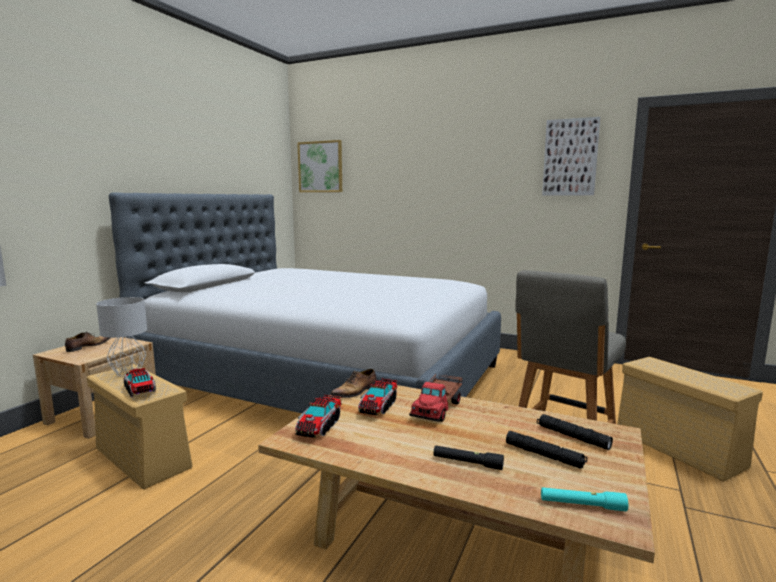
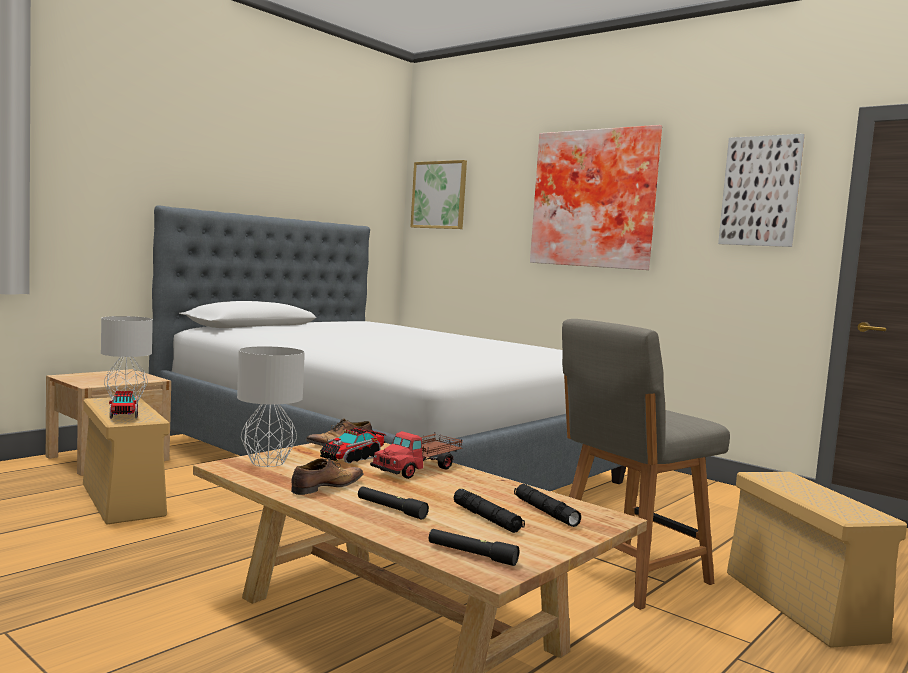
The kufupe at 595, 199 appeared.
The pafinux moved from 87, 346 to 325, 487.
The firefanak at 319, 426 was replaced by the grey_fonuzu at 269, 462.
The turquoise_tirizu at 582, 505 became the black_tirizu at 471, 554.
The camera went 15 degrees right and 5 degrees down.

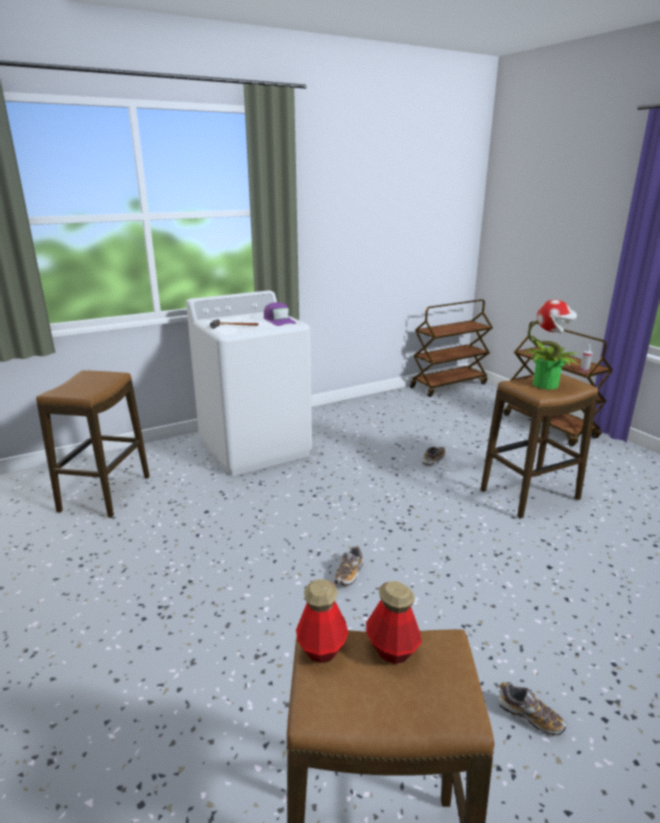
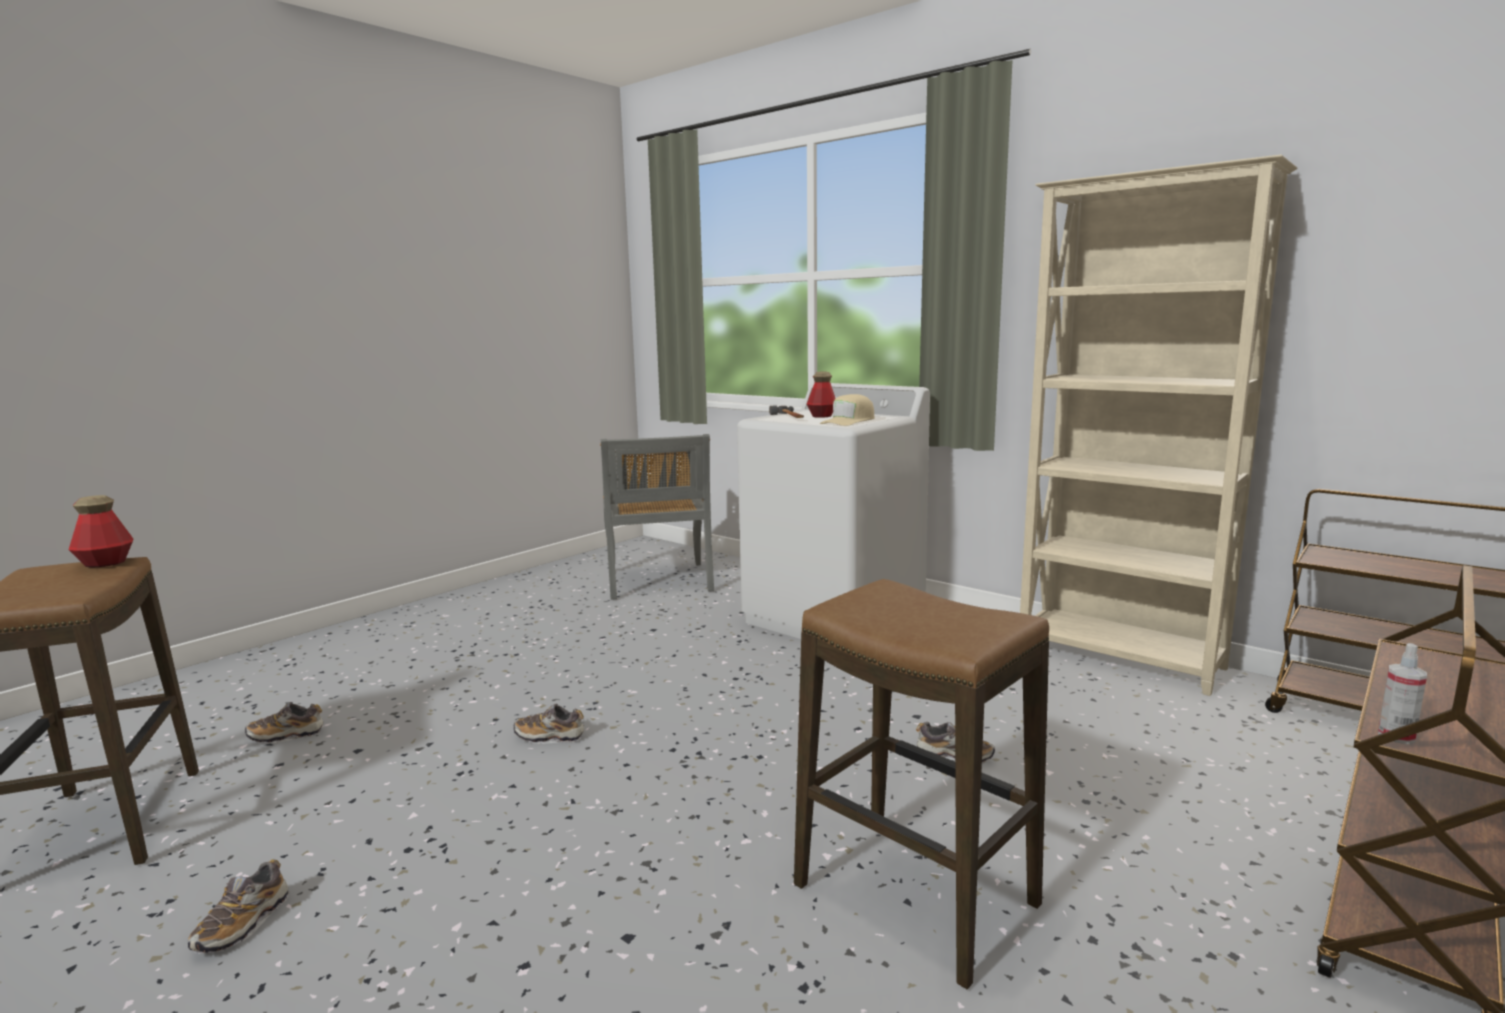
The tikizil at 546, 385 disappeared.
The pafinux at 286, 735 appeared.
The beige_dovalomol at 1120, 659 appeared.
The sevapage moved from 392, 649 to 822, 416.
The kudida at 105, 494 was replaced by the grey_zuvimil at 659, 582.
The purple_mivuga at 279, 320 became the beige_mivuga at 849, 421.
The camera went 70 degrees right and 10 degrees down.

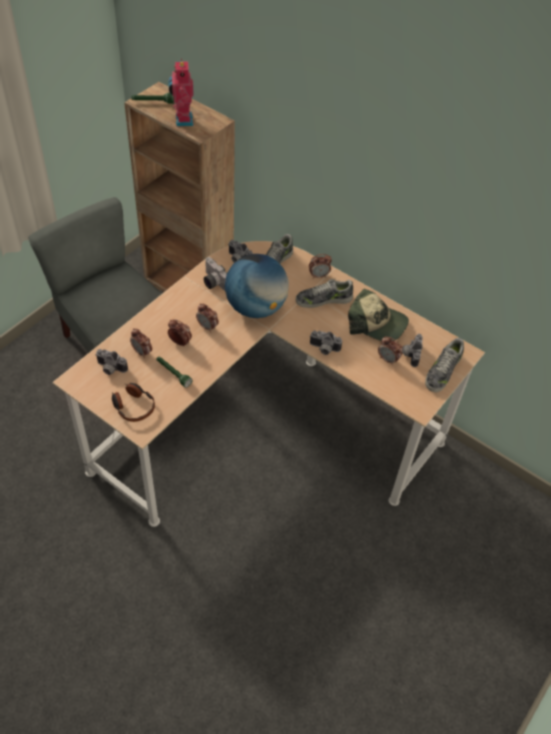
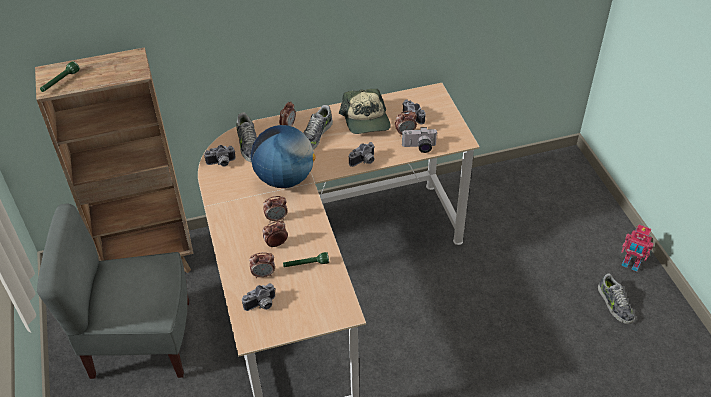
The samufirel at 133, 406 disappeared.
The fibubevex moved from 182, 120 to 630, 264.
The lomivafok moved from 212, 282 to 419, 147.
The pafinux moved from 442, 371 to 614, 304.
The mivuga at 376, 323 turned 105 degrees clockwise.
The camera went 50 degrees left and 5 degrees down.

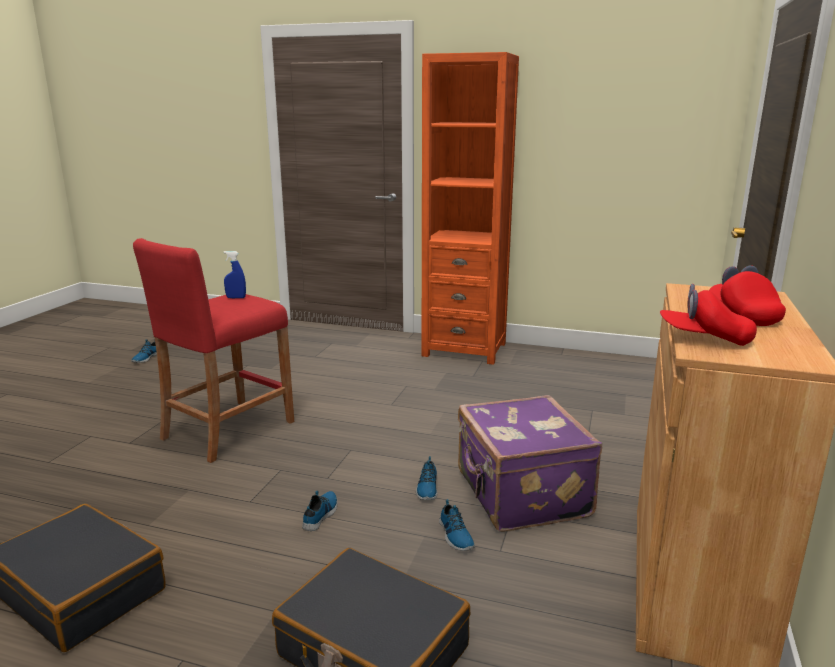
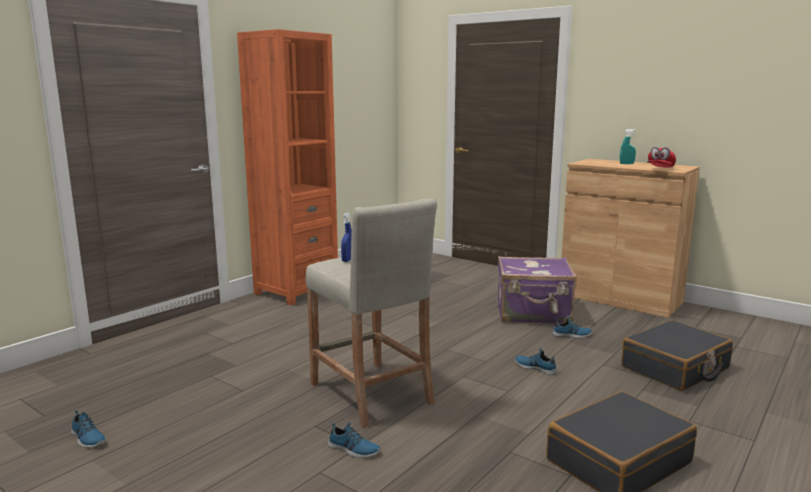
The pafinux moved from 427, 488 to 353, 450.
The red_mivuga at 743, 315 was replaced by the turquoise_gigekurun at 626, 164.
The red_kudida at 228, 429 became the beige_kudida at 370, 393.
The camera went 70 degrees left and 5 degrees down.

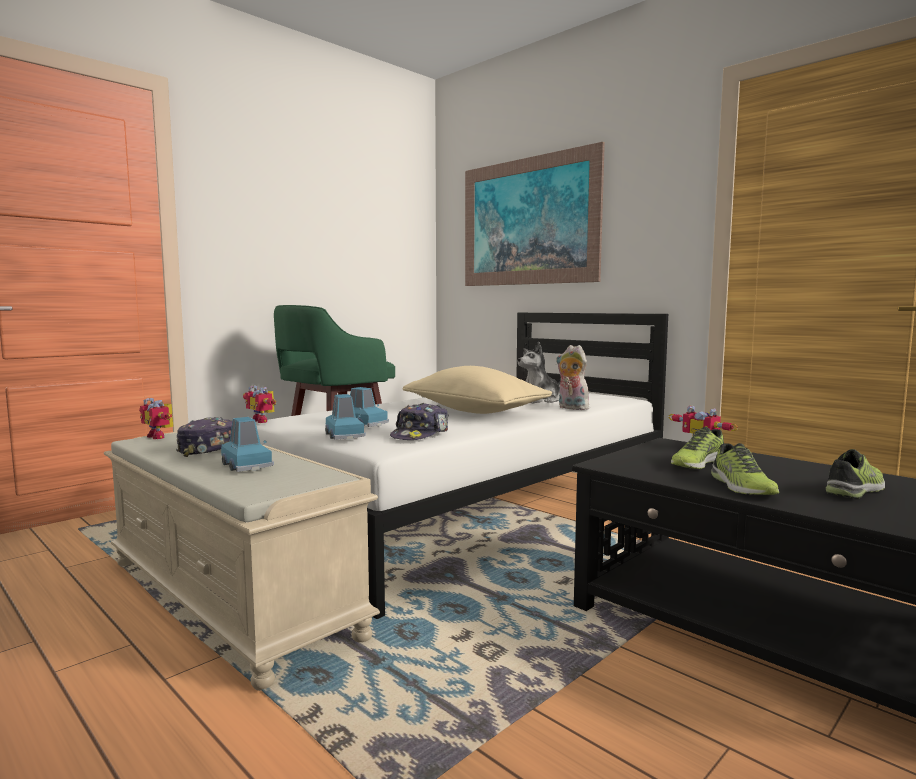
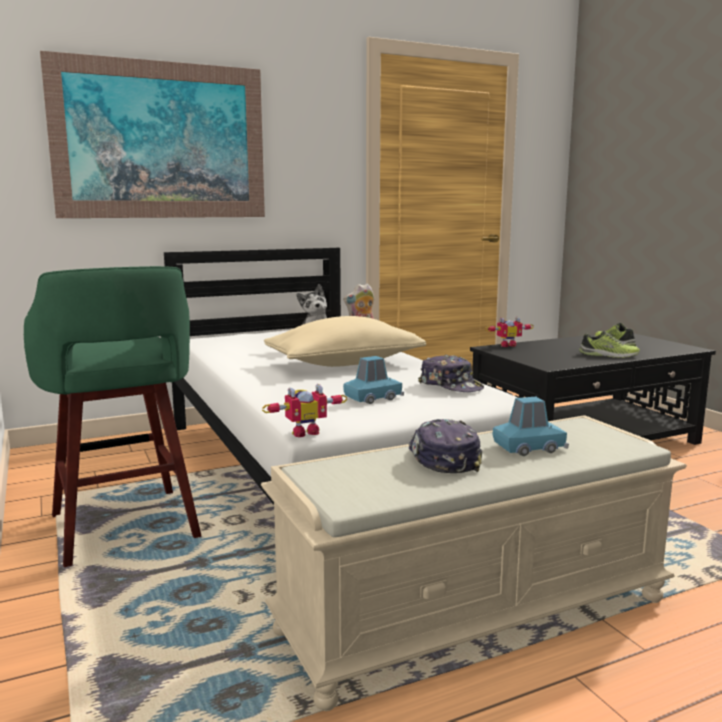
The fibubevex at 160, 436 disappeared.
The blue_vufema at 344, 435 disappeared.
The pafinux at 696, 463 disappeared.
The camera went 70 degrees left and 5 degrees up.

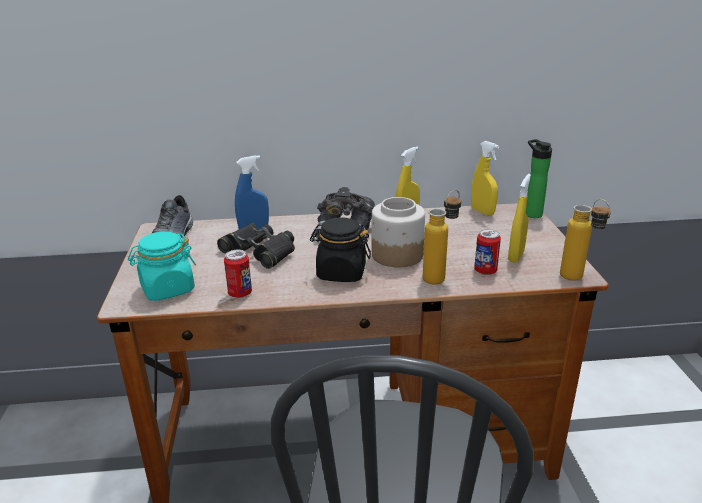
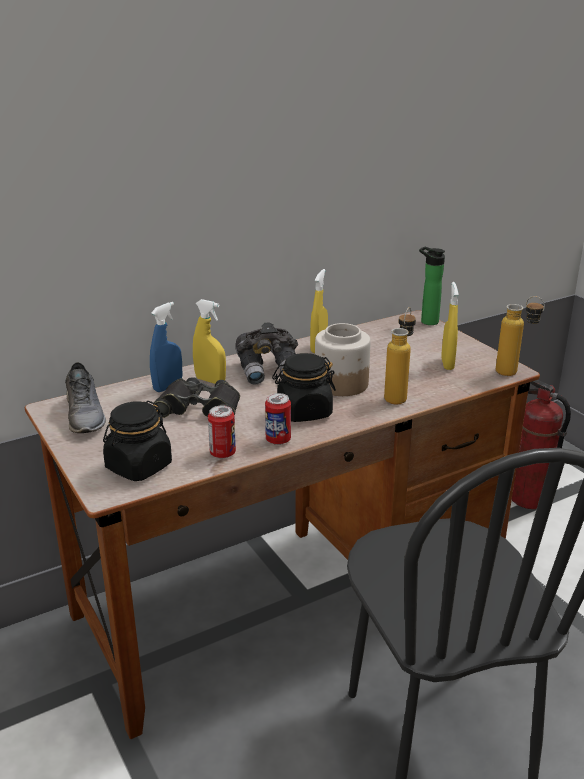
The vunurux at 528, 499 appeared.
The yellow_gigekurun moved from 482, 212 to 210, 380.
The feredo moved from 485, 271 to 278, 440.
The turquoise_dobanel at 167, 289 became the black_dobanel at 138, 467.
The camera went 25 degrees left and 0 degrees up.

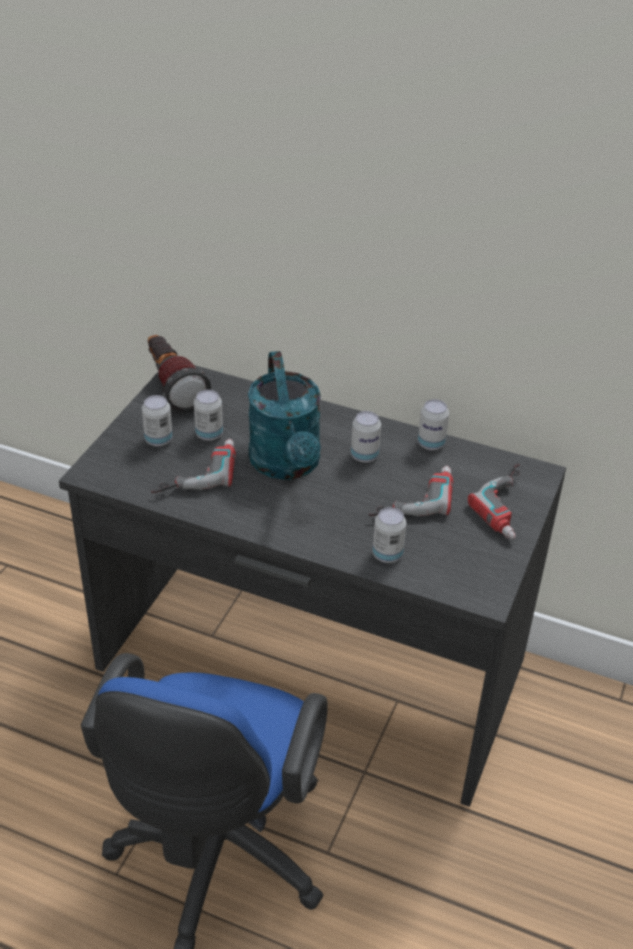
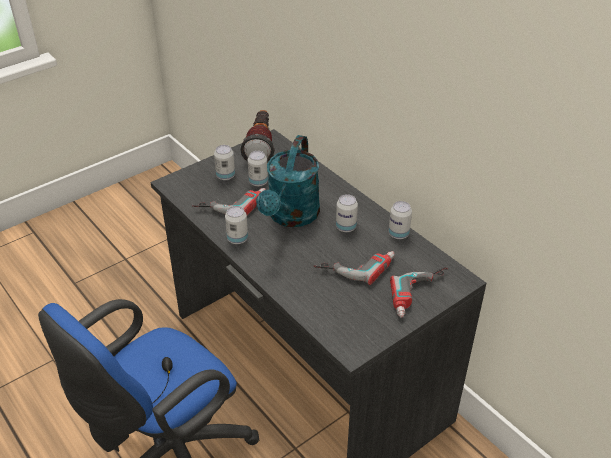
The feredo moved from 387, 555 to 237, 239.
The camera went 30 degrees right and 0 degrees up.

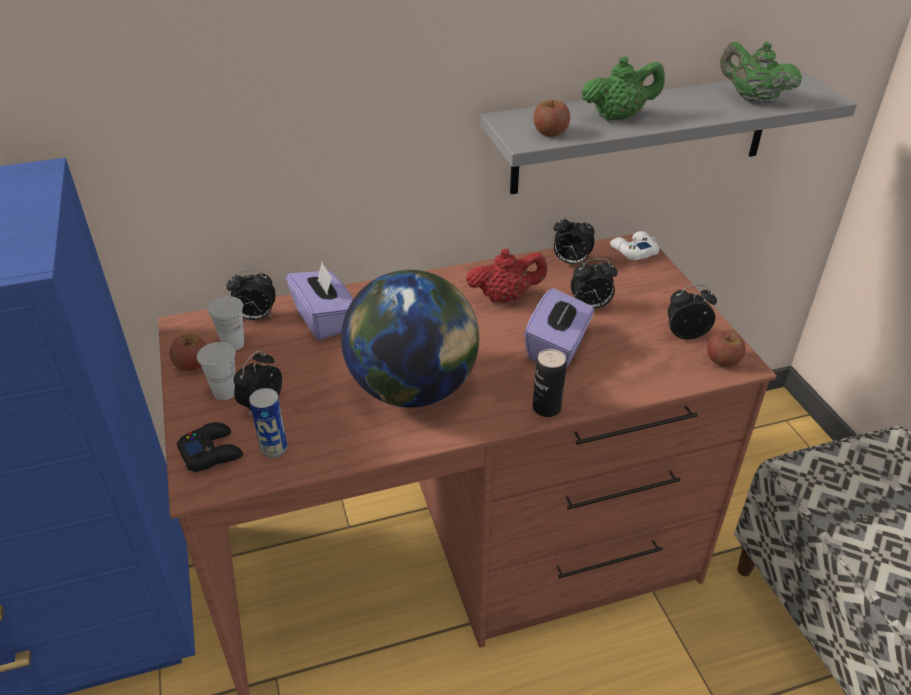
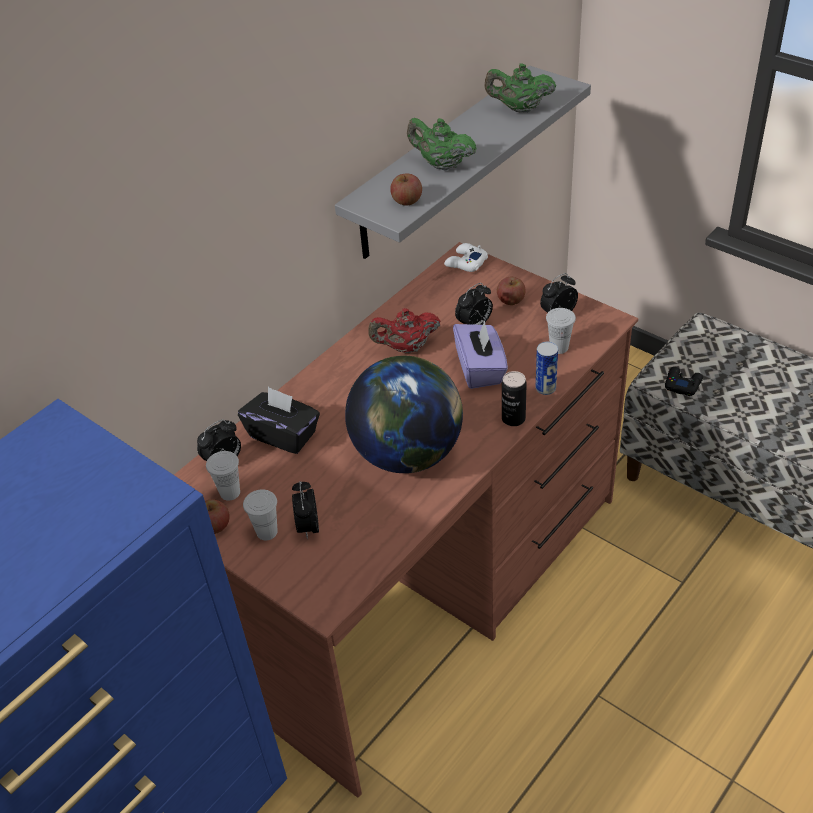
The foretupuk at 570, 262 disappeared.
The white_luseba at 559, 347 appeared.
The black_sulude moved from 211, 452 to 682, 384.
The feredo moved from 274, 448 to 545, 388.
The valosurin moved from 722, 360 to 511, 300.
The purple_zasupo at 325, 319 became the black_zasupo at 283, 435.
The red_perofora at 505, 297 turned 150 degrees counterclockwise.
The green_perofora at 618, 117 turned 105 degrees counterclockwise.
The camera went 30 degrees left and 5 degrees up.

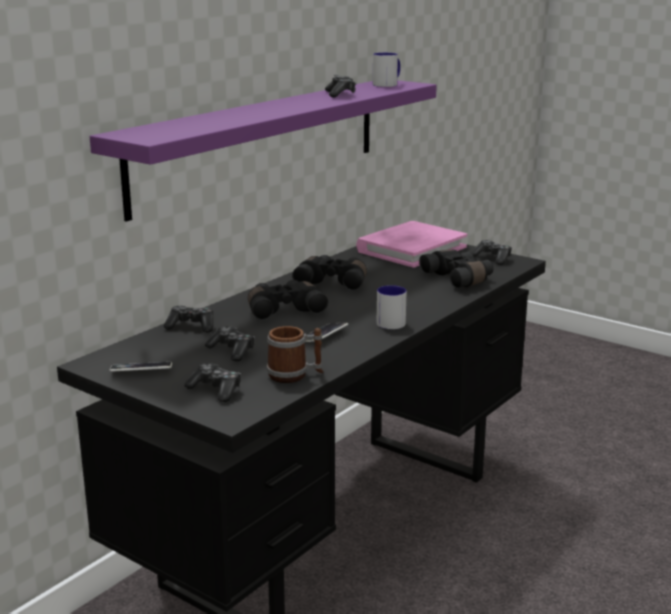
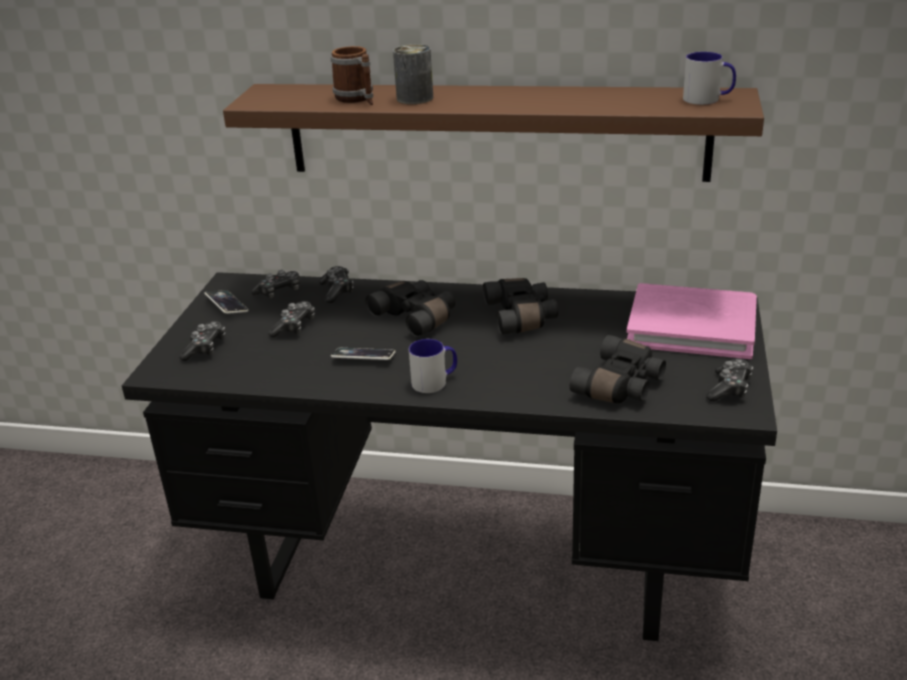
The feredo at 415, 98 appeared.
The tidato moved from 295, 375 to 357, 99.
The sulude moved from 340, 94 to 279, 292.
The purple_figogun at 261, 142 became the brown_figogun at 495, 131.
The camera went 65 degrees right and 10 degrees up.

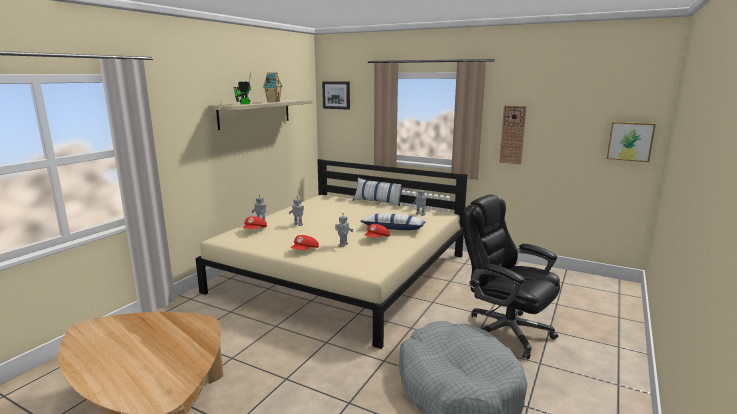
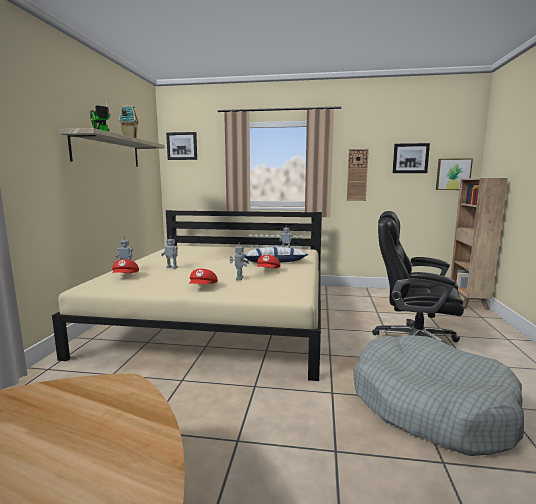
The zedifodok at 377, 201 disappeared.
The kufupe at 410, 158 appeared.
The brown_dovalomol at 467, 303 appeared.
The camera went 20 degrees left and 5 degrees down.

